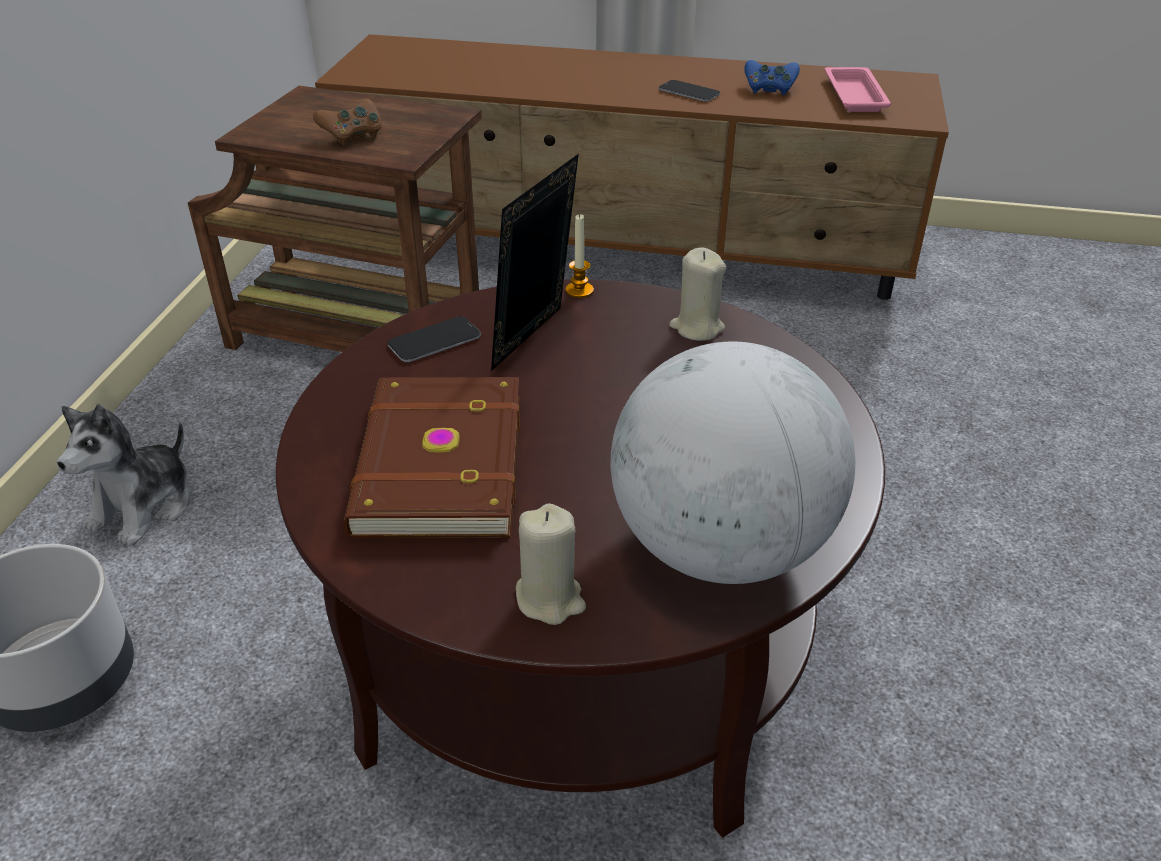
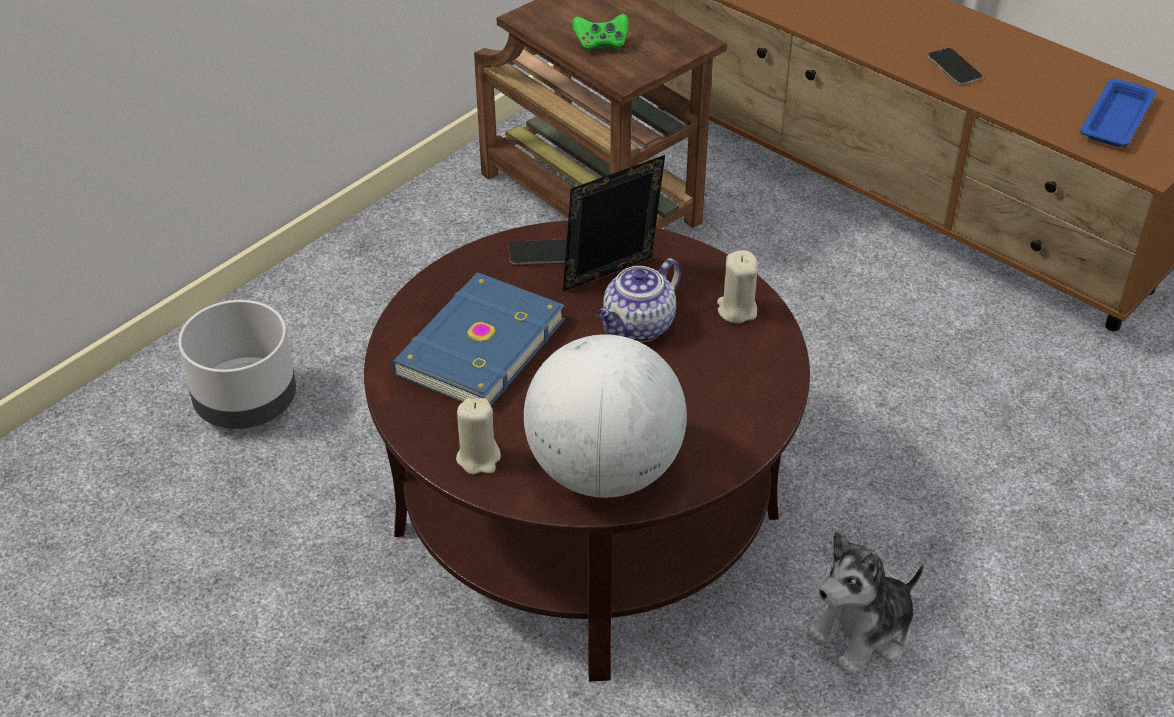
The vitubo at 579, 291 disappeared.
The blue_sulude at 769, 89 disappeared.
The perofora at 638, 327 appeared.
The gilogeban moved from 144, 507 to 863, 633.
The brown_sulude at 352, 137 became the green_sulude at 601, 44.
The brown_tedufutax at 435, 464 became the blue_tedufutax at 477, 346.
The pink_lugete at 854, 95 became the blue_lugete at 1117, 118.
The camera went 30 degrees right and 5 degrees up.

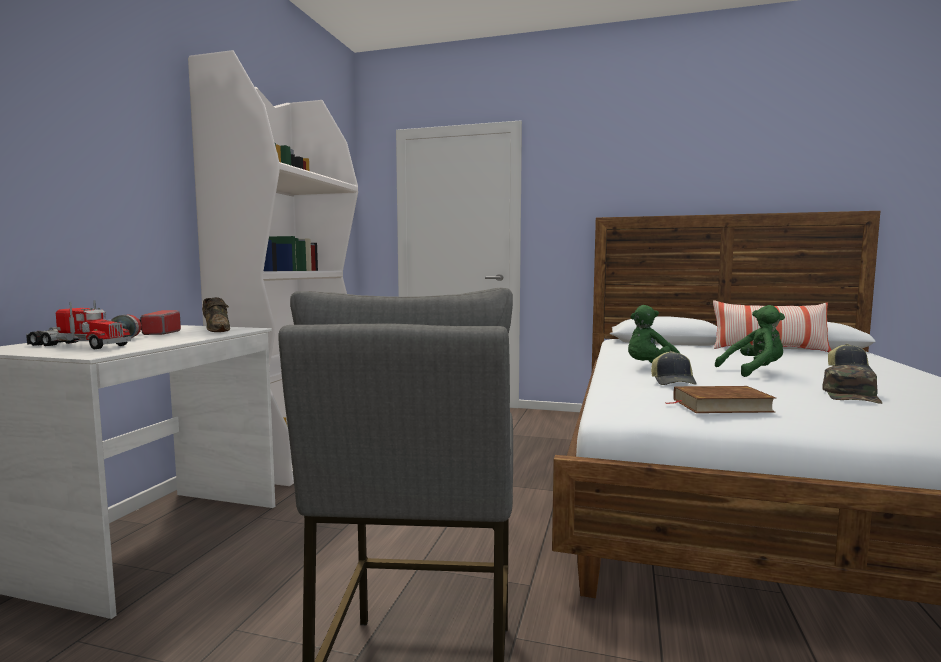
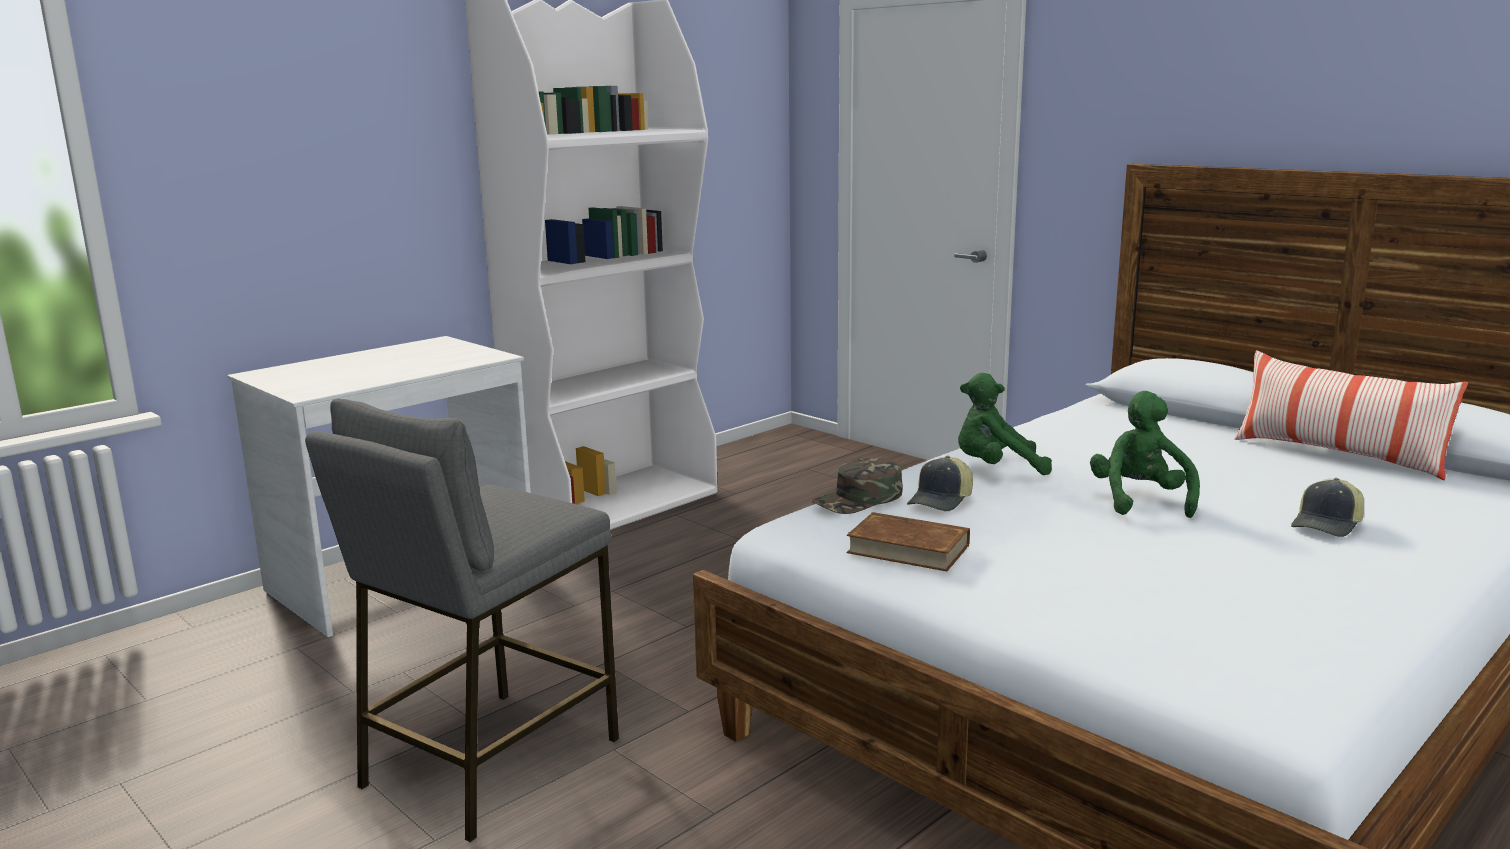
The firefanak at 78, 345 disappeared.
The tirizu at 147, 335 disappeared.
The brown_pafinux at 216, 330 disappeared.
The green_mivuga moved from 852, 395 to 858, 499.
The green_gilogeban at 754, 371 turned 105 degrees counterclockwise.
The camera went 30 degrees right and 10 degrees up.

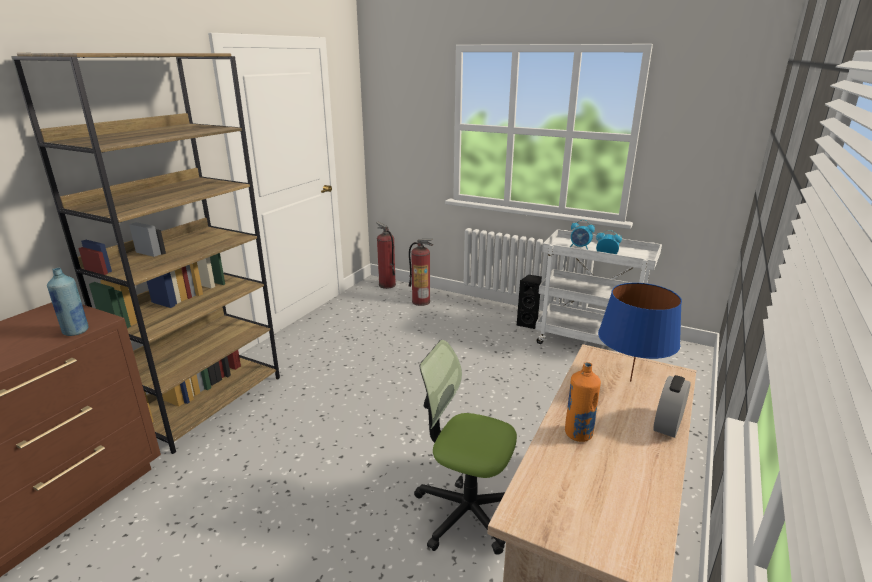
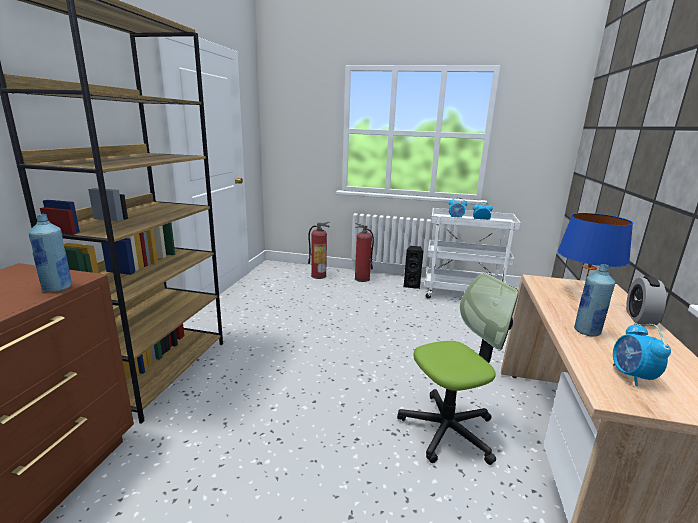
The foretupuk at 632, 376 appeared.
The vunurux moved from 387, 285 to 362, 279.
The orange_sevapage at 578, 434 became the blue_sevapage at 587, 331.
The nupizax at 466, 511 turned 150 degrees clockwise.
The camera went 15 degrees left and 5 degrees down.

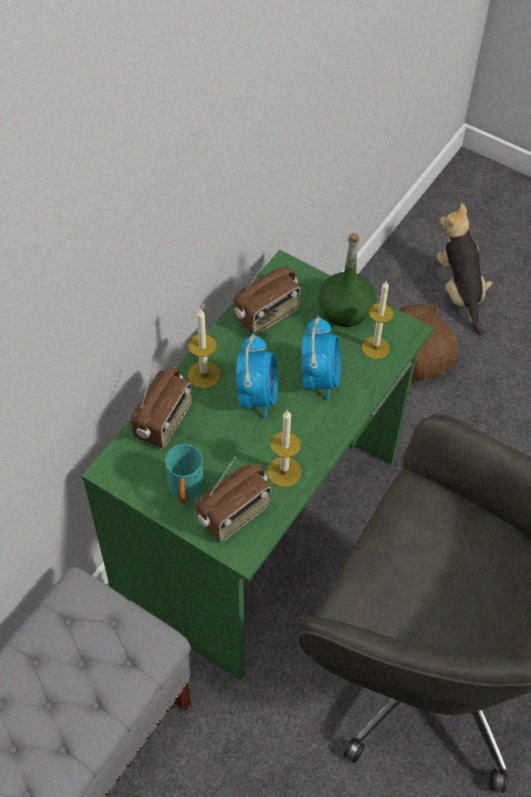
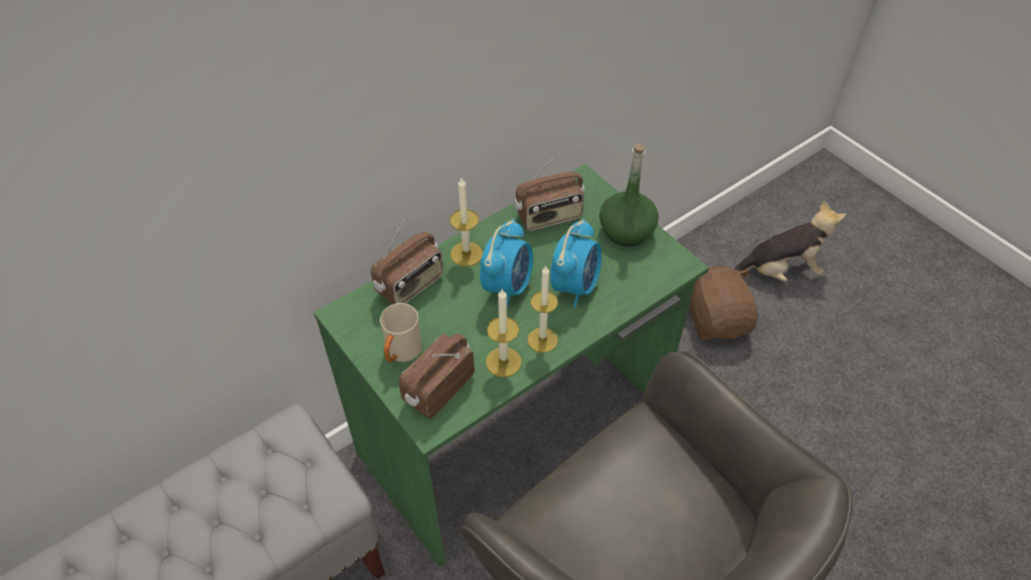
The vitubo moved from 375, 348 to 542, 340.
The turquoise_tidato at 185, 492 became the beige_tidato at 401, 354.
The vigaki at 235, 514 turned 150 degrees clockwise.
The gilogeban at 460, 291 turned 75 degrees clockwise.
The camera went 20 degrees right and 5 degrees down.

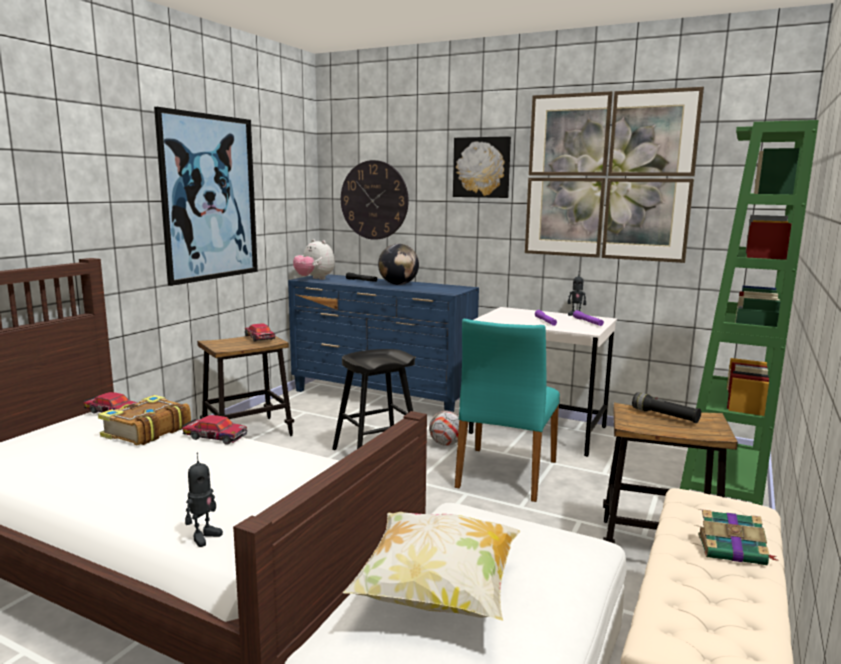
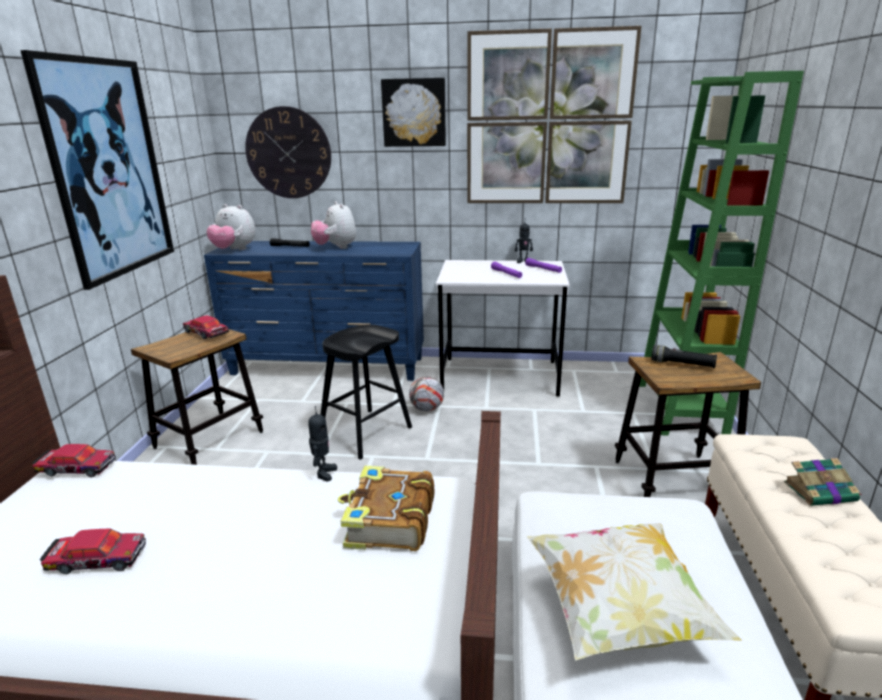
The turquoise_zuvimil at 505, 474 disappeared.
The tedufutax moved from 145, 431 to 389, 521.
The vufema moved from 215, 437 to 97, 559.
The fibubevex moved from 204, 537 to 324, 473.
The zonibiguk at 398, 284 was replaced by the gilogeban at 336, 247.
The camera went 20 degrees left and 10 degrees up.

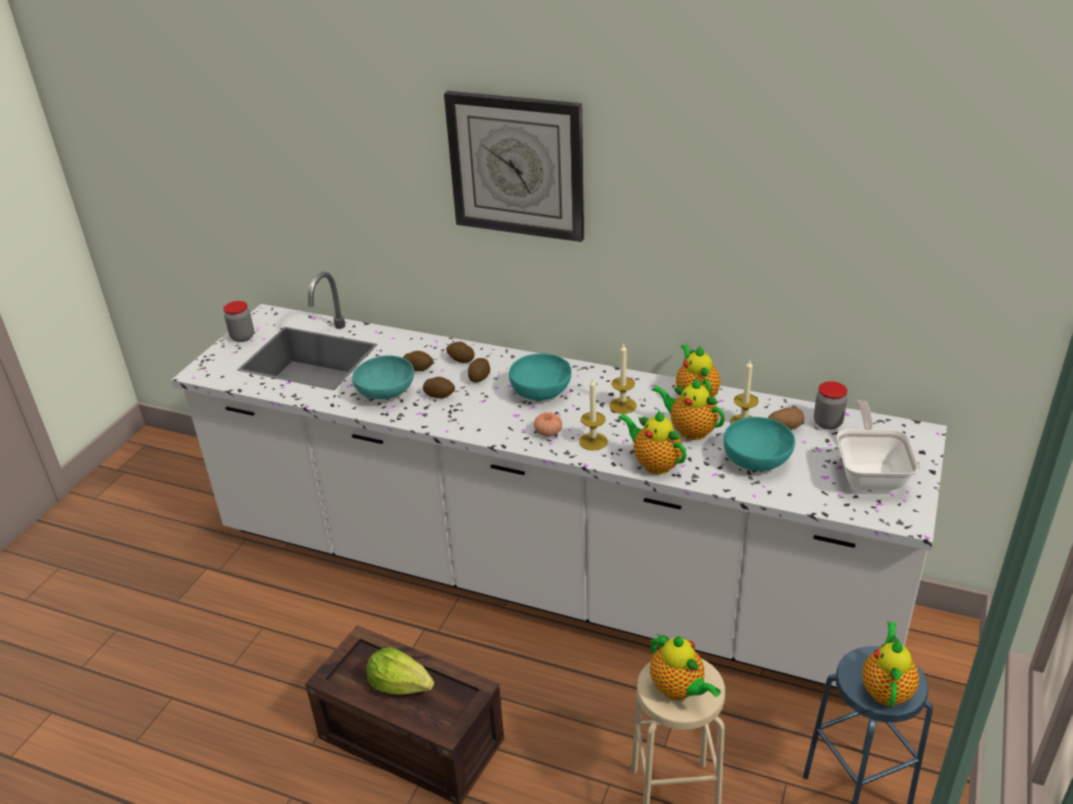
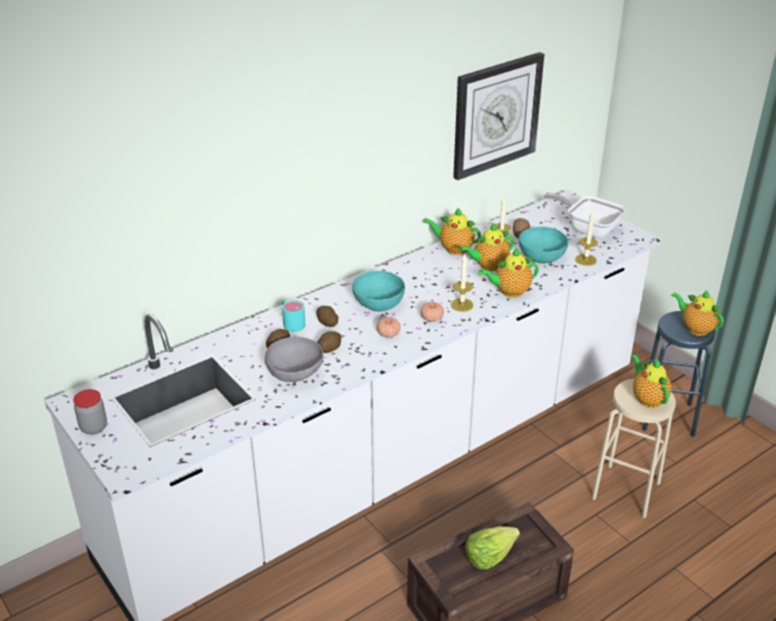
The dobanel at 827, 423 disappeared.
The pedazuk at 388, 334 appeared.
The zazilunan moved from 517, 165 to 496, 115.
The vitubo moved from 623, 405 to 585, 260.
The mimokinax at 460, 360 was replaced by the turquoise_tidato at 291, 322.
The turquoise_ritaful at 386, 393 became the grey_ritaful at 295, 373.
The perofora at 679, 690 turned 105 degrees counterclockwise.
The camera went 60 degrees left and 0 degrees up.

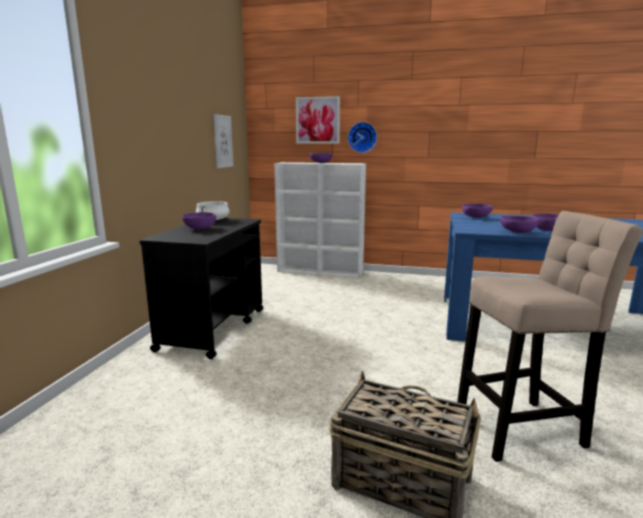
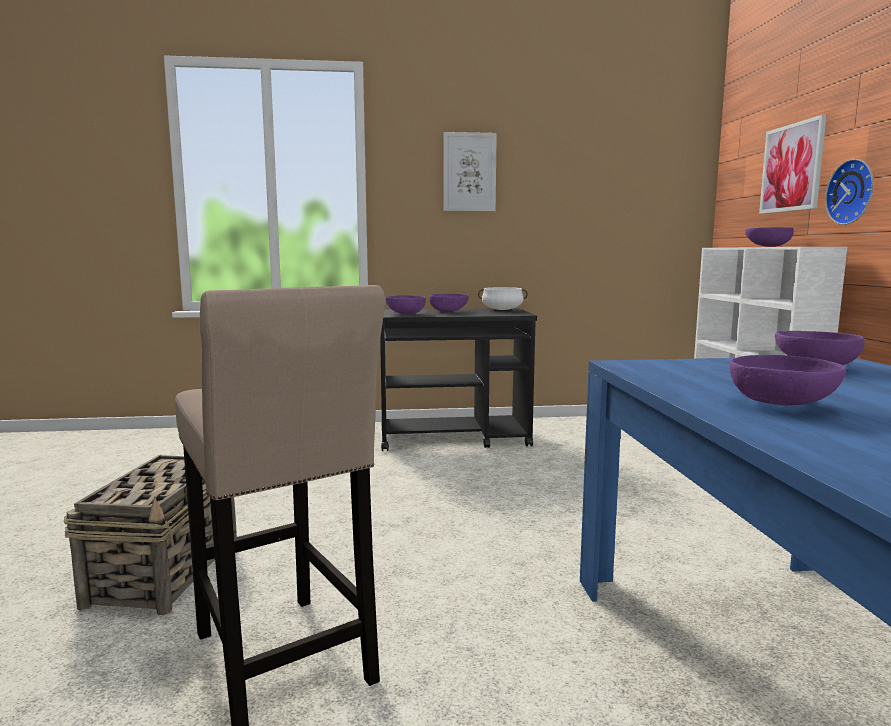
The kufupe moved from 223, 141 to 469, 172.
The purple_ritaful moved from 517, 232 to 405, 314.
The camera went 70 degrees right and 5 degrees down.

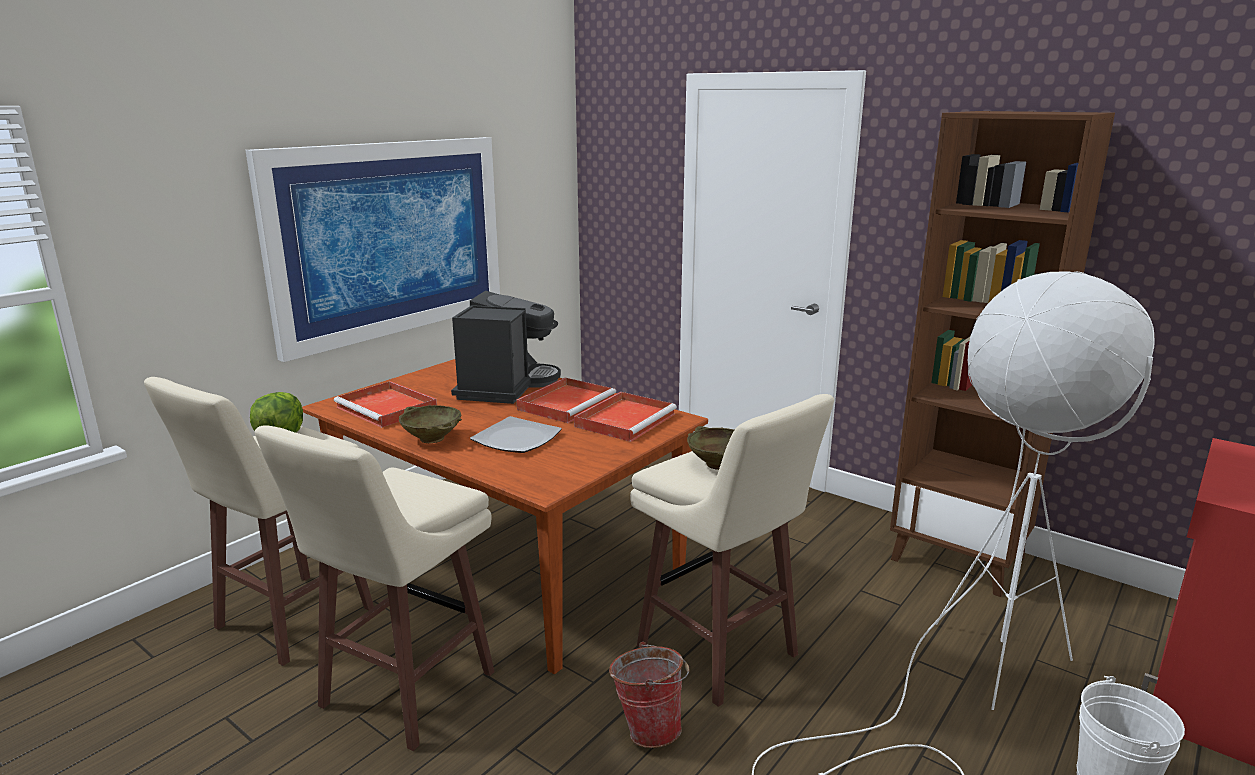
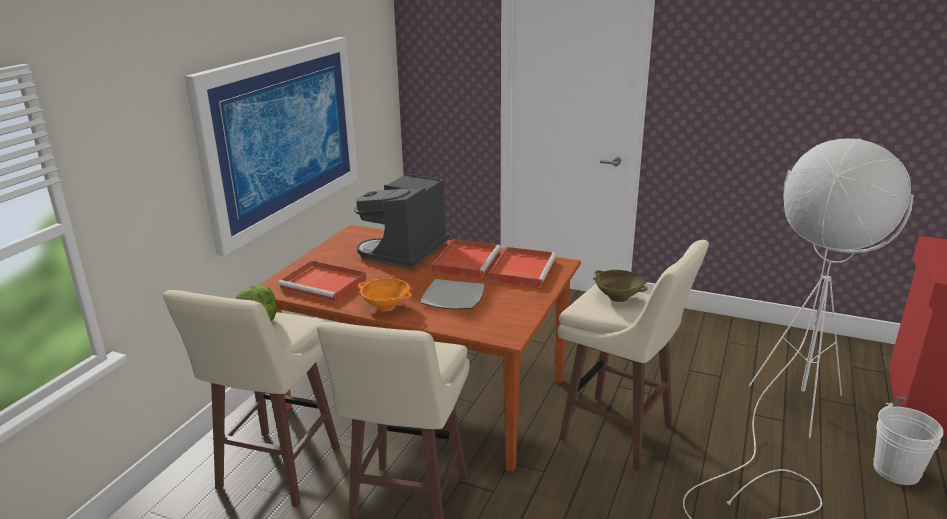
The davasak at 649, 727 disappeared.
The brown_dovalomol at 959, 558 disappeared.
The beige_ritaful at 432, 438 became the orange_ritaful at 386, 306.
The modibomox at 505, 386 turned 150 degrees counterclockwise.
The camera went 15 degrees left and 5 degrees up.

